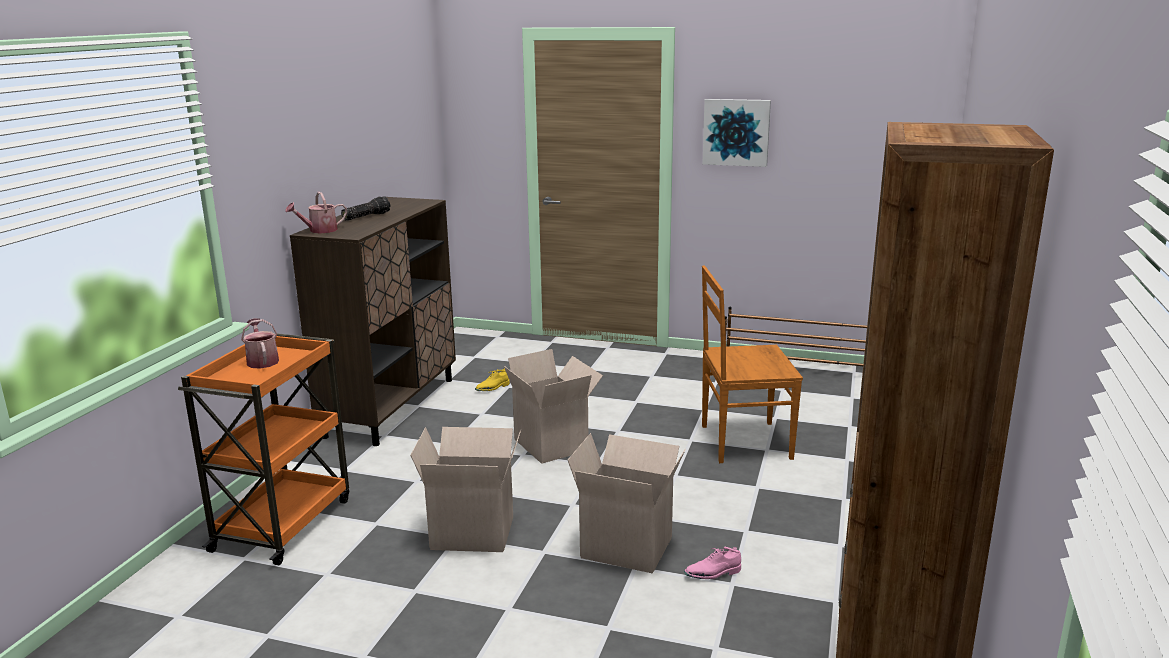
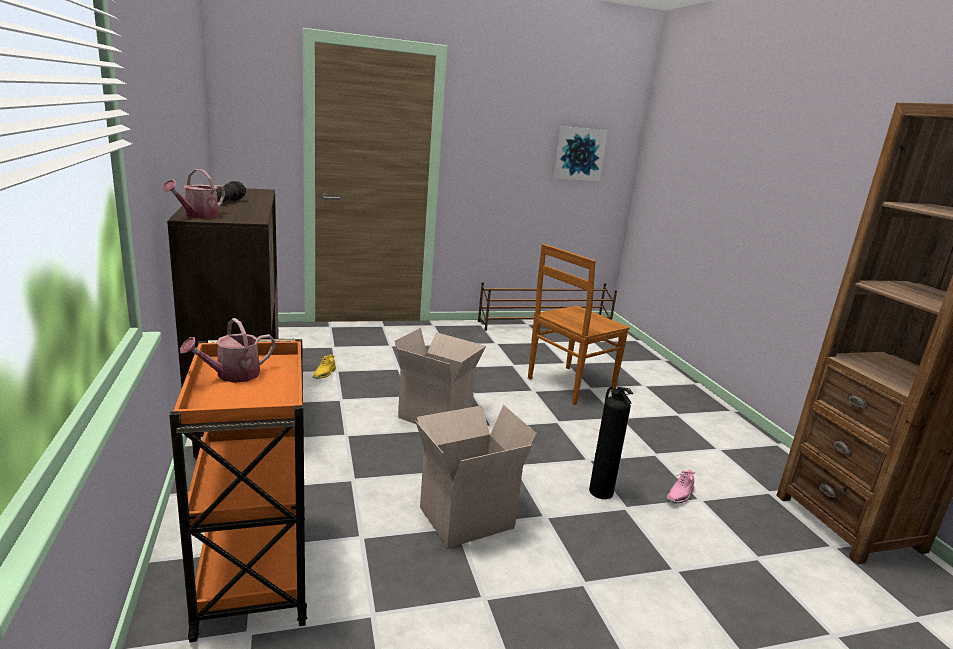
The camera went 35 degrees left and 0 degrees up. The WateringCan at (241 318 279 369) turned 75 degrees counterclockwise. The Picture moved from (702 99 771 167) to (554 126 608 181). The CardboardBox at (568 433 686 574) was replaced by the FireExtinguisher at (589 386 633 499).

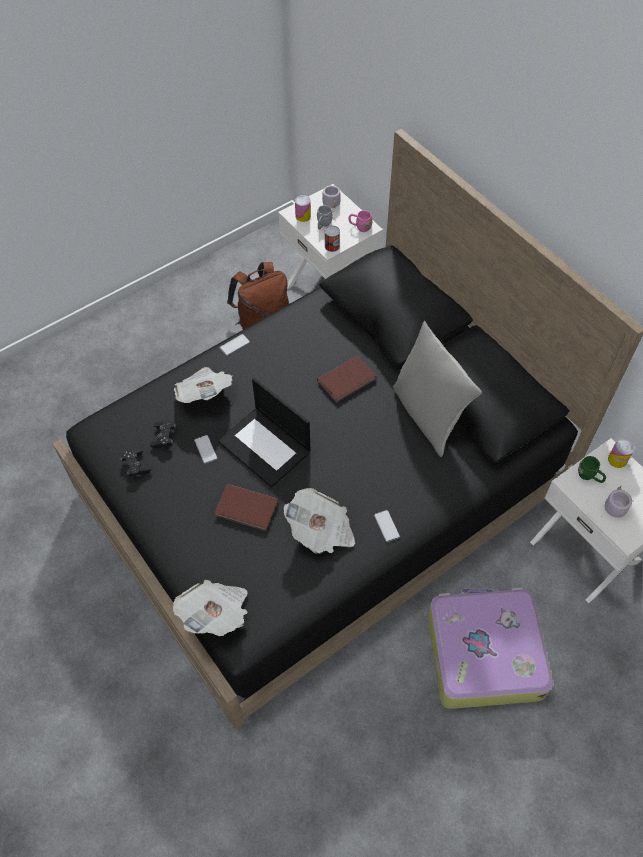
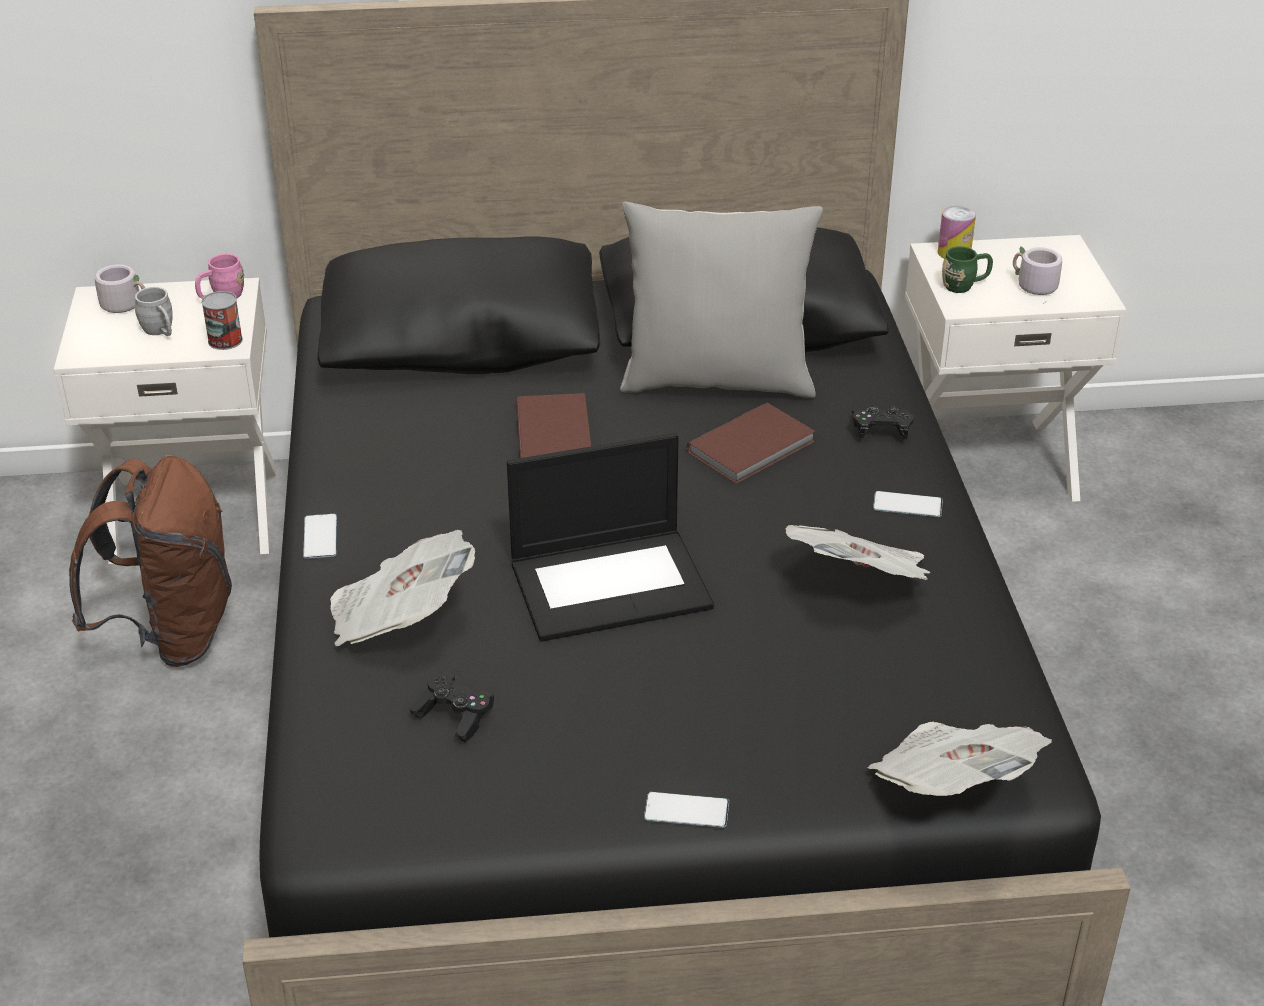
The camera went 60 degrees left and 20 degrees down. The Phone moved from (194 435 217 464) to (644 792 729 828). The BrownBook moved from (214 484 278 531) to (687 403 815 484). The BlackGameController moved from (120 449 151 477) to (852 406 914 439). The Can at (295 195 311 222) disappeared. The Suitcase at (428 587 553 709) disappeared.

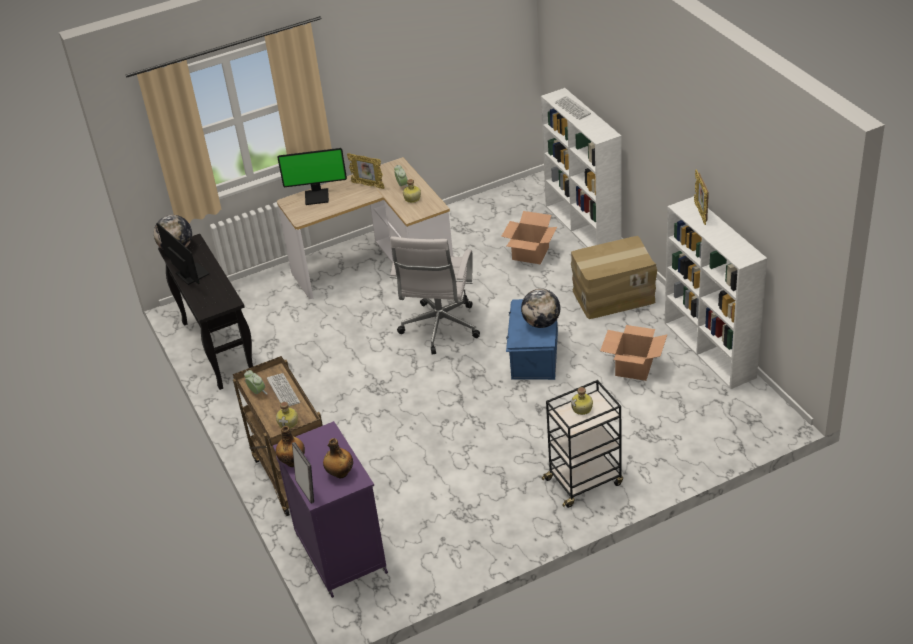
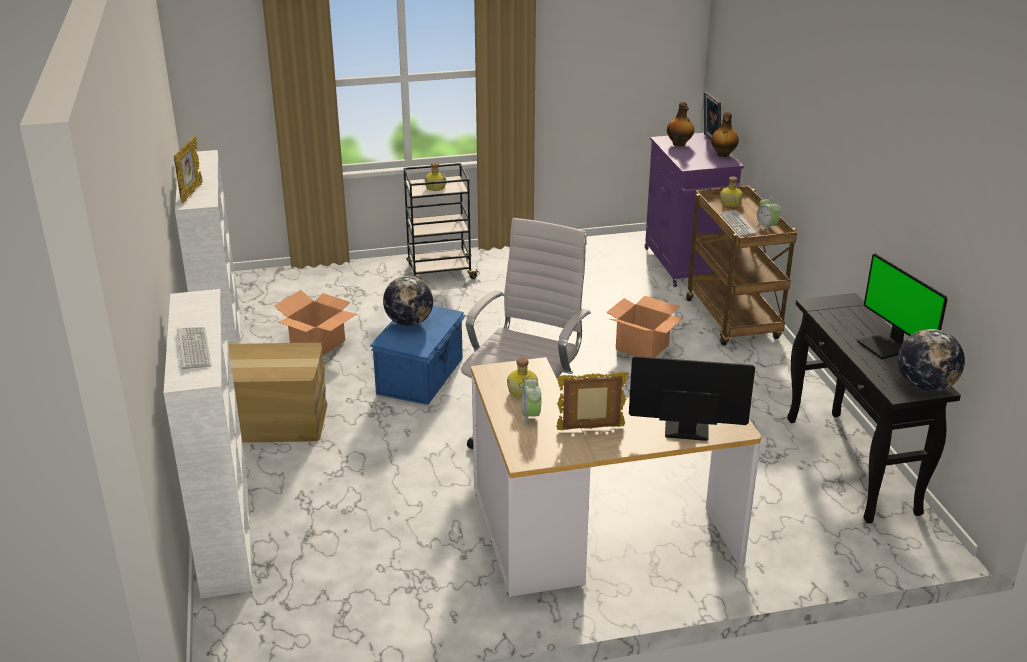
The camera went 170 degrees left and 10 degrees down. The PictureFrame at (347 153 384 189) turned 45 degrees counterclockwise. The CardboardBox moved from (501 211 557 264) to (606 296 683 358).

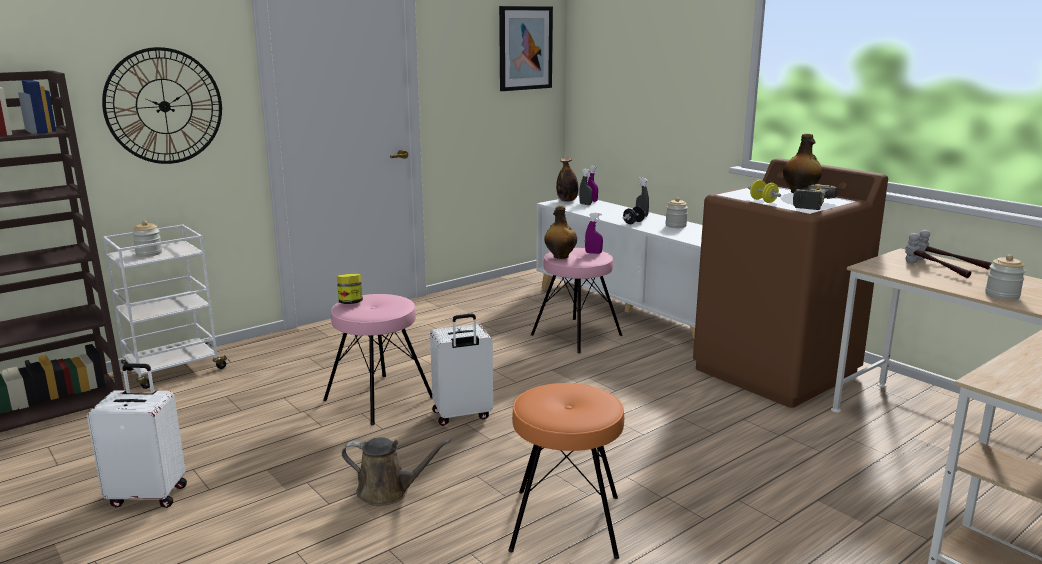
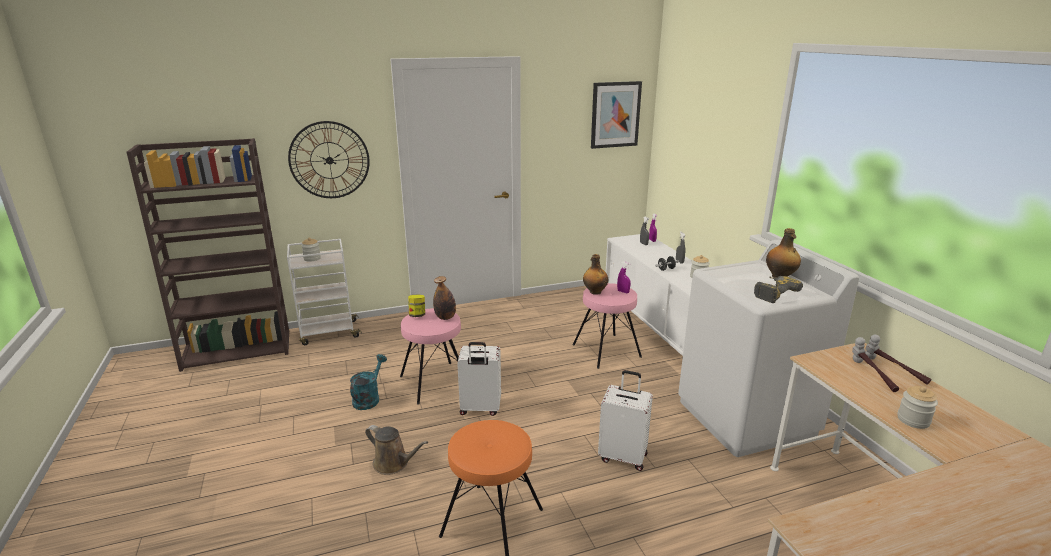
The camera went 20 degrees right and 5 degrees up. The TurquoiseWateringCan at (350 354 387 410) appeared. The Bottle moved from (556 157 578 202) to (433 276 456 320). The WhiteSuitcase moved from (87 364 187 508) to (598 370 653 471). The BrownWashingMachine at (693 158 888 408) became the WhiteWashingMachine at (678 240 859 457). The YellowDumbbell at (748 180 781 203) disappeared.

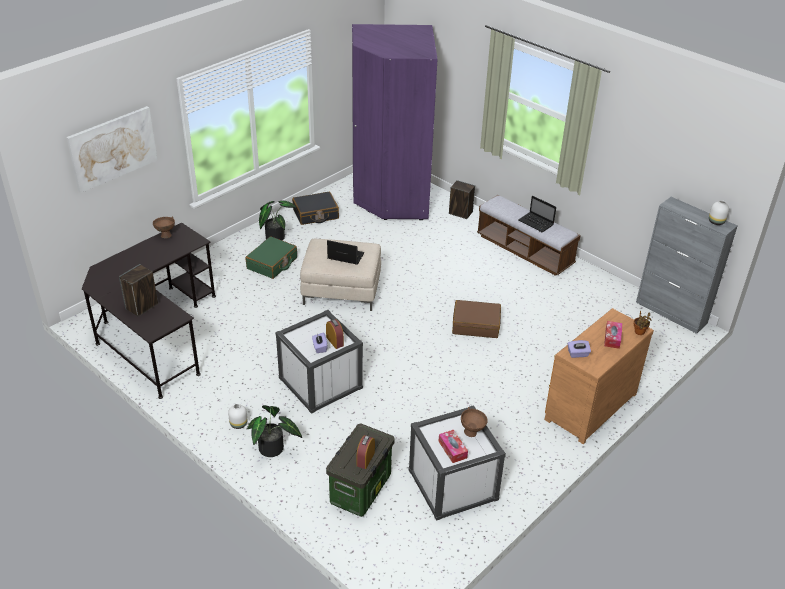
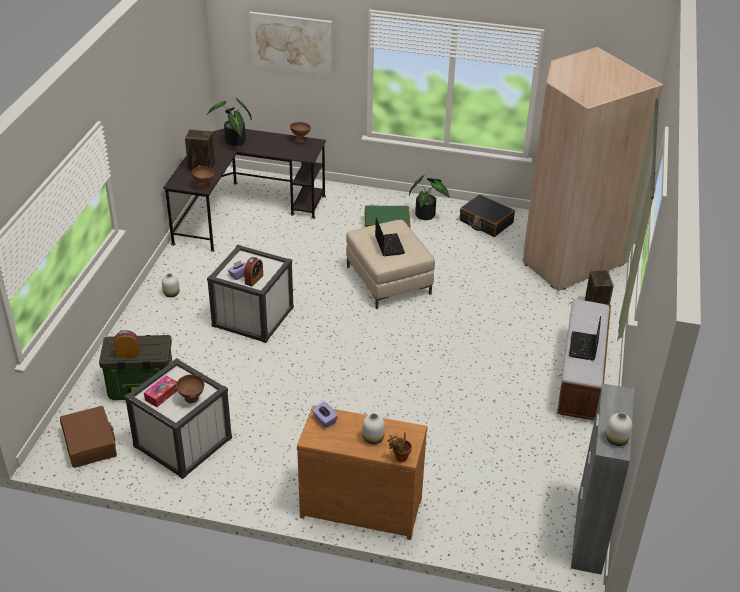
The camera went 60 degrees right and 0 degrees up. The BrownSuitcase moved from (452 300 501 338) to (60 406 117 468). The BrownBowl at (192 165 214 189) appeared. The PottedPlant moved from (247 405 302 457) to (207 98 252 146). The TissueBox at (604 321 622 349) was replaced by the WhiteVase at (362 413 385 444). The PurpleWardrobe at (352 24 437 220) became the BeigeWardrobe at (523 47 663 291).

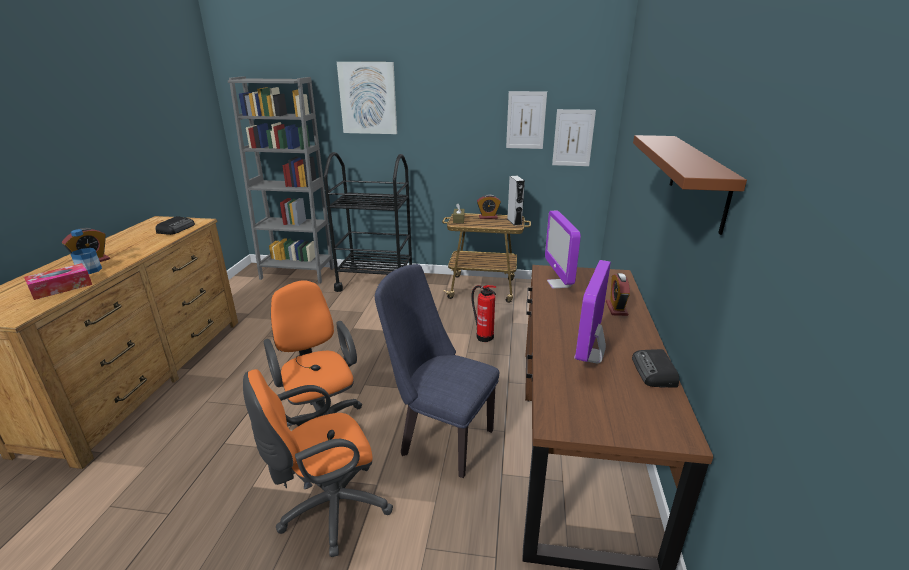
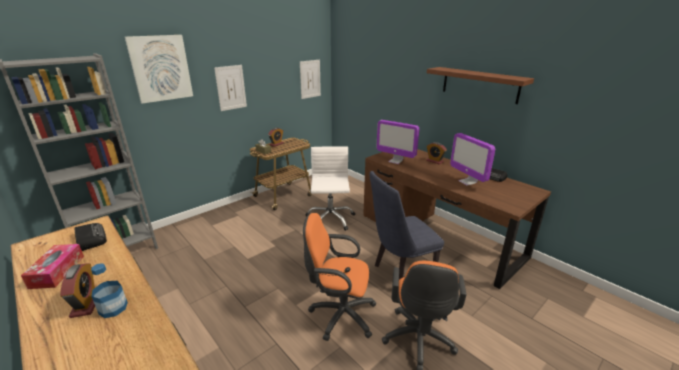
The camera went 50 degrees left and 0 degrees up. The TissueBox moved from (24 263 92 300) to (21 244 84 289). The Picture moved from (506 91 547 149) to (214 65 247 111). The FireExtinguisher at (471 285 496 342) was replaced by the WhiteOfficeChair at (305 146 355 231). The BlackCart at (324 152 412 292) disappeared. The GreySpeaker at (507 176 525 226) disappeared.

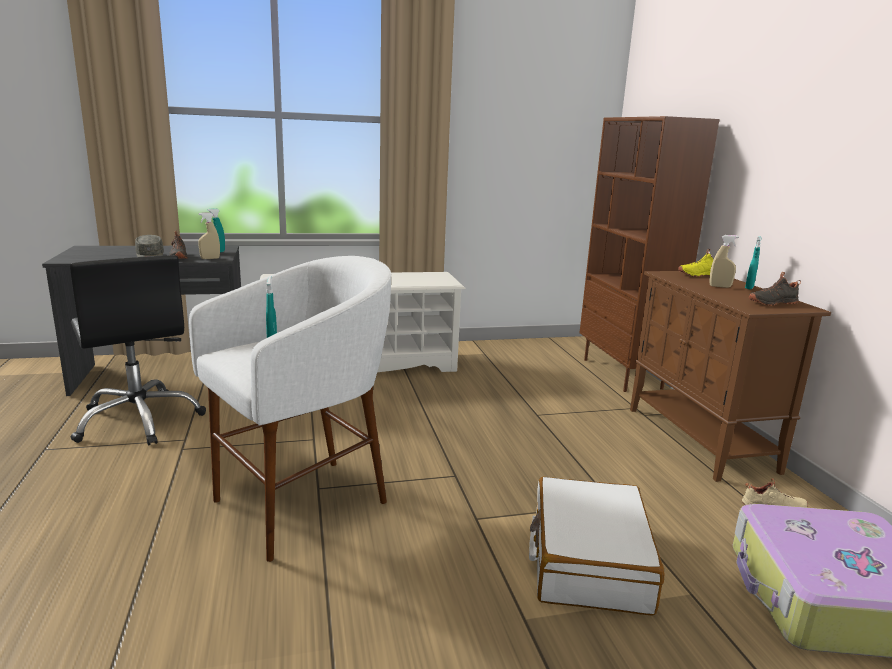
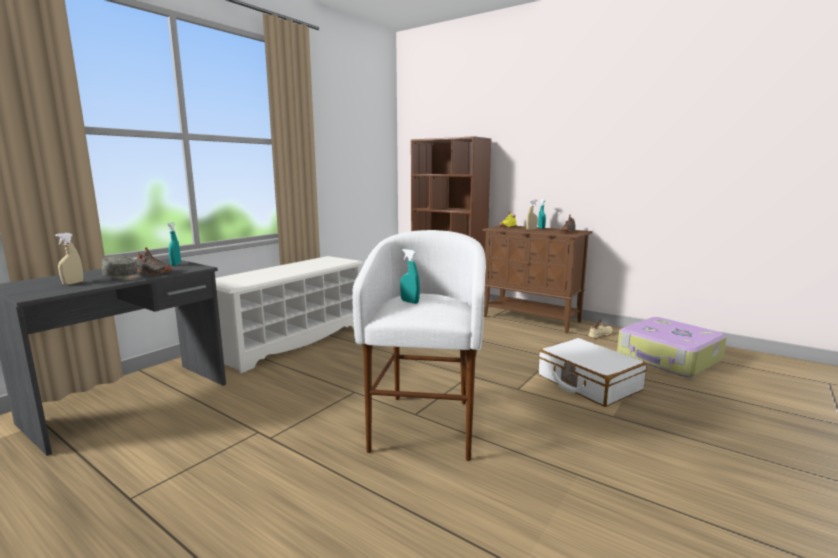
The camera went 40 degrees left and 5 degrees down. The BeigeSprayBottle moved from (198 213 220 259) to (55 233 83 285). The BlackOfficeChair at (70 255 206 445) disappeared.

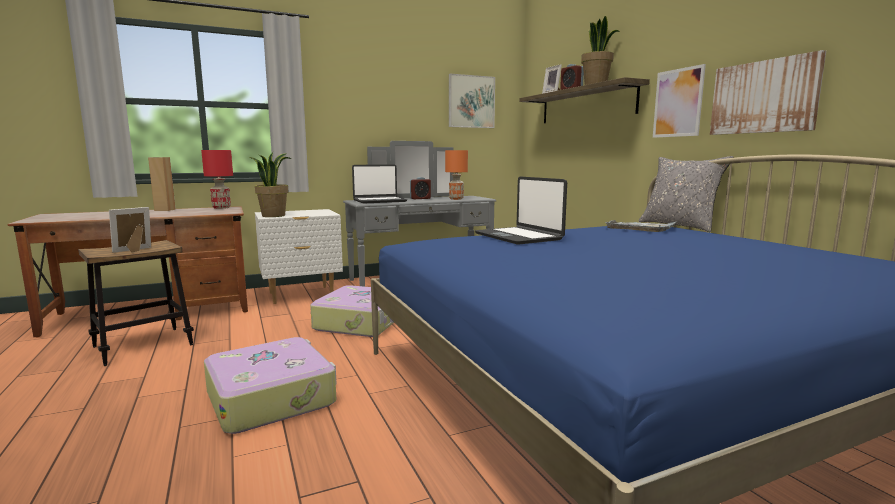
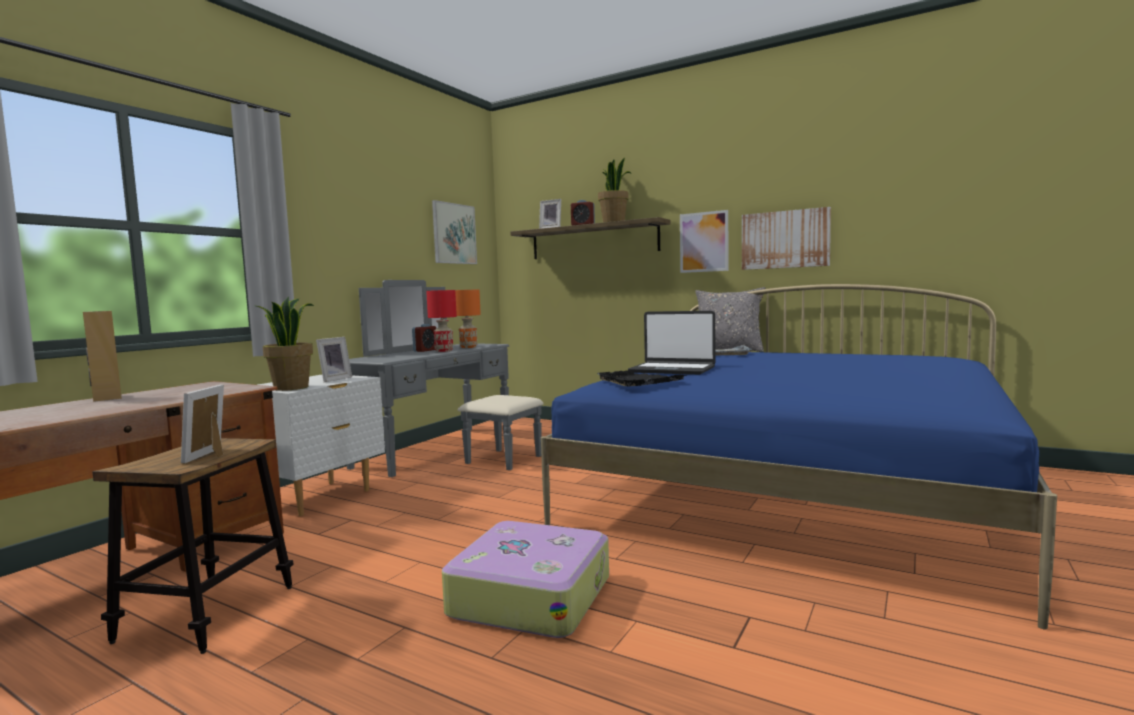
The camera went 35 degrees left and 5 degrees down. The PictureFrame at (316 337 352 382) appeared. The RedTableLamp moved from (201 150 233 209) to (426 290 457 352). The BlackTray at (597 370 687 386) appeared. The Suitcase at (310 285 394 337) disappeared. The Laptop at (352 164 407 204) disappeared.

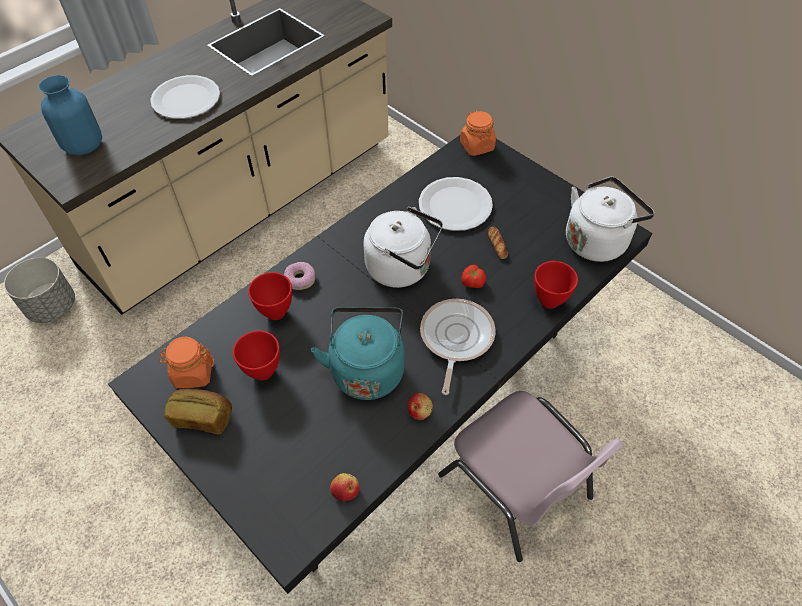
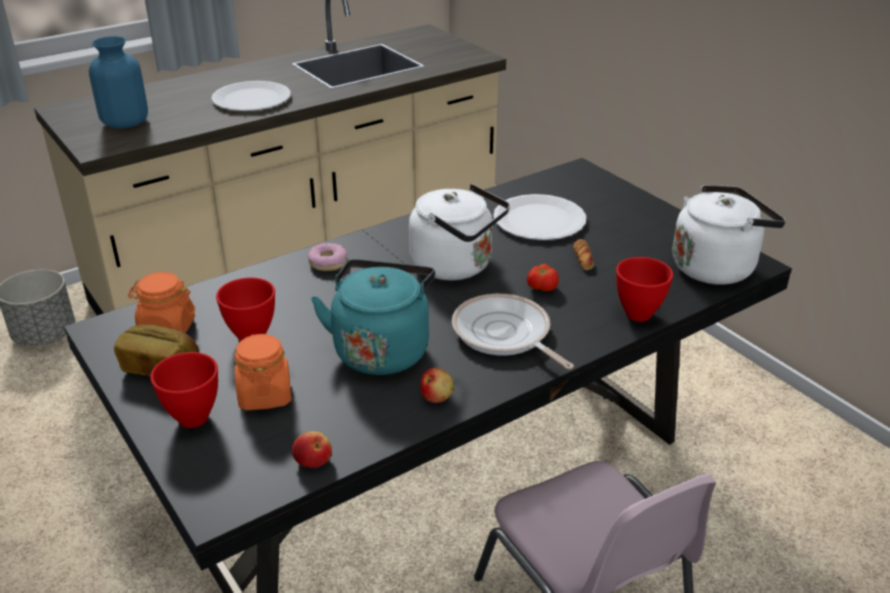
The camera went 10 degrees right and 20 degrees down. The RedBowl moved from (248 272 292 320) to (150 352 218 428). The OrangeJar moved from (460 111 496 156) to (234 333 291 410). The FryingPan at (420 299 496 395) turned 60 degrees counterclockwise.

